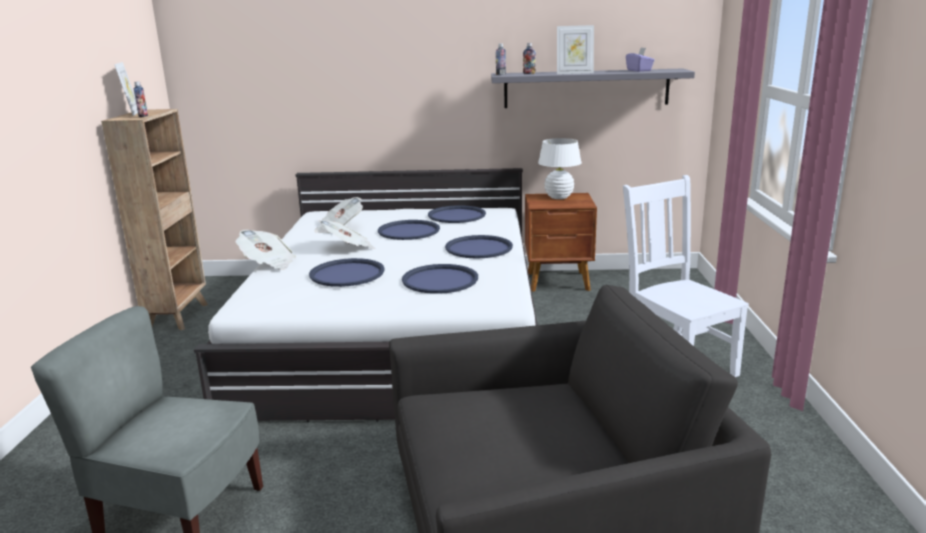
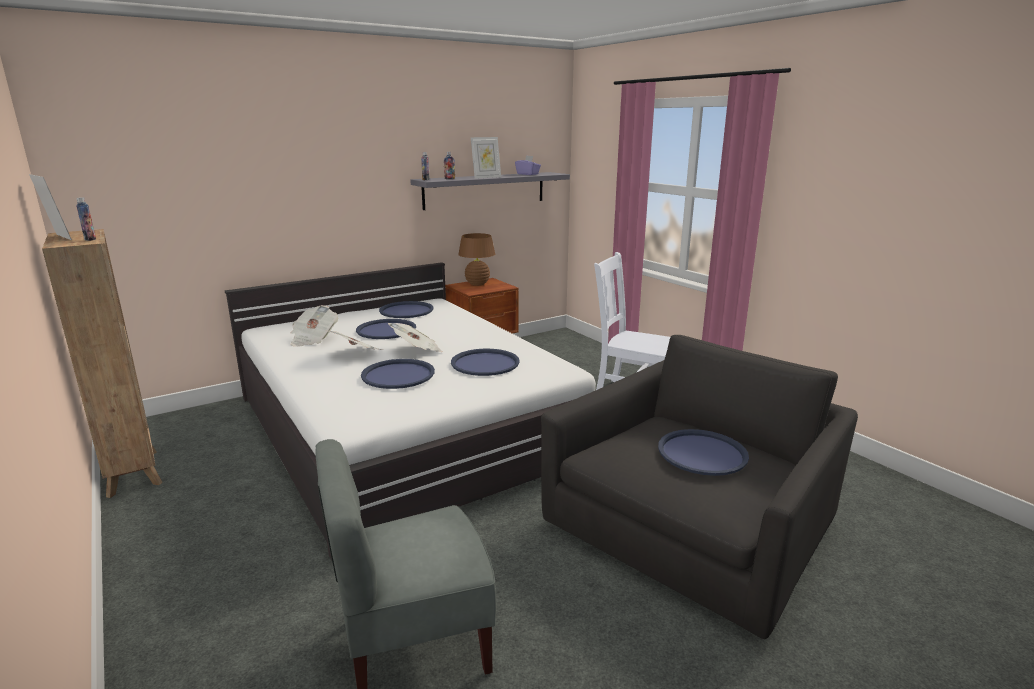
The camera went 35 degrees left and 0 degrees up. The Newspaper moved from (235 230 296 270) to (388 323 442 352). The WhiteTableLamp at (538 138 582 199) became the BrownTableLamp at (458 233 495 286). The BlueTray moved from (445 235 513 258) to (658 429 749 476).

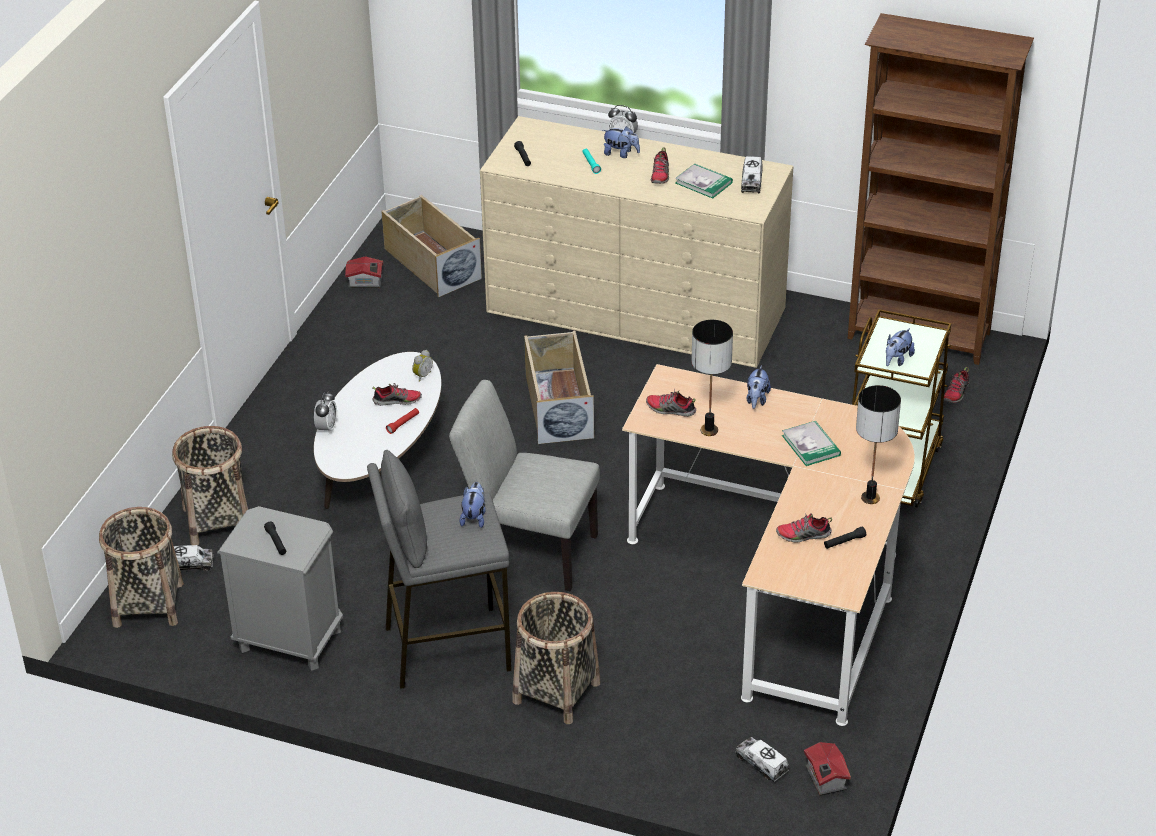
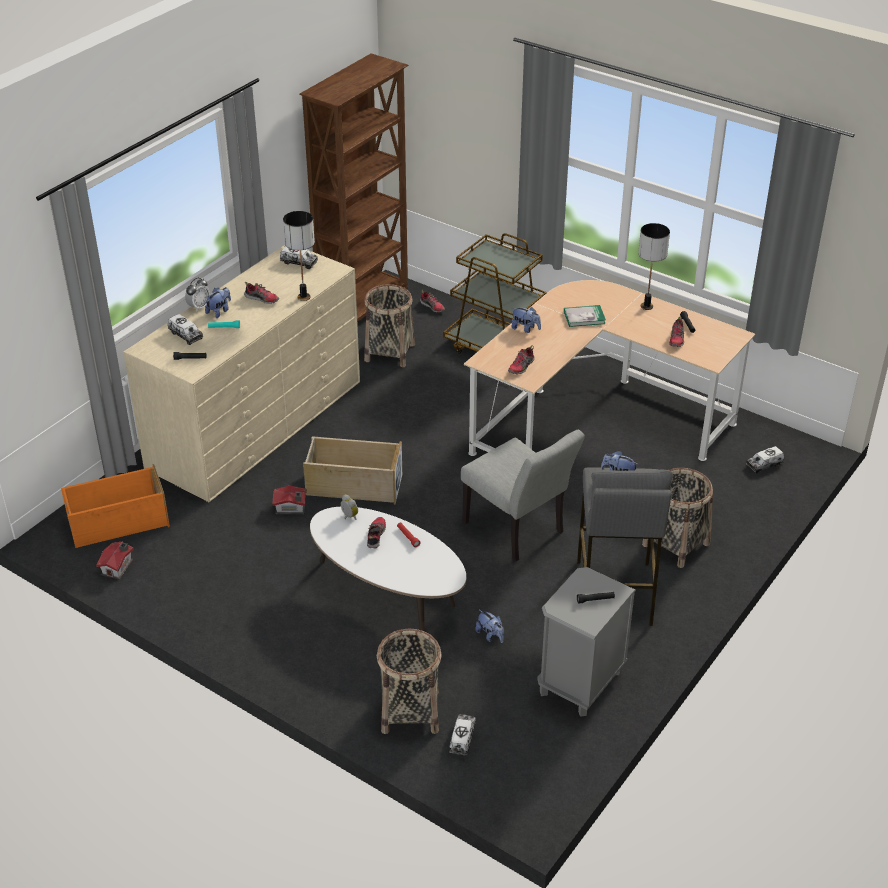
The camera went 75 degrees left and 0 degrees up. The BeigeStorageBox at (381 195 482 297) became the OrangeStorageBox at (61 464 170 548). The ToyTruck at (168 314 203 345) appeared. The ToyHouse moved from (804 742 851 796) to (273 485 307 514). The TableLamp moved from (691 320 733 436) to (283 211 315 301). The Basket moved from (99 507 184 628) to (364 284 415 367). The GreyChair at (449 380 600 591) turned 75 degrees counterclockwise. The PlushToy moved from (886 328 915 366) to (475 610 504 643). The AlarmClock at (314 392 337 435) disappeared. The Book at (675 164 733 198) disappeared.

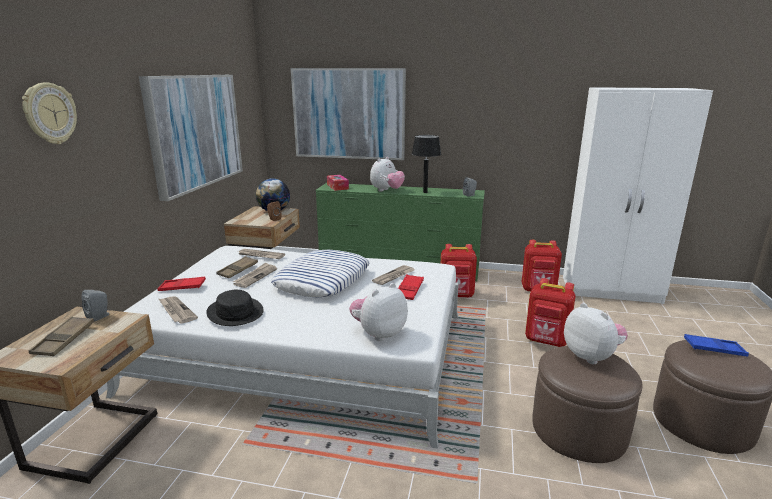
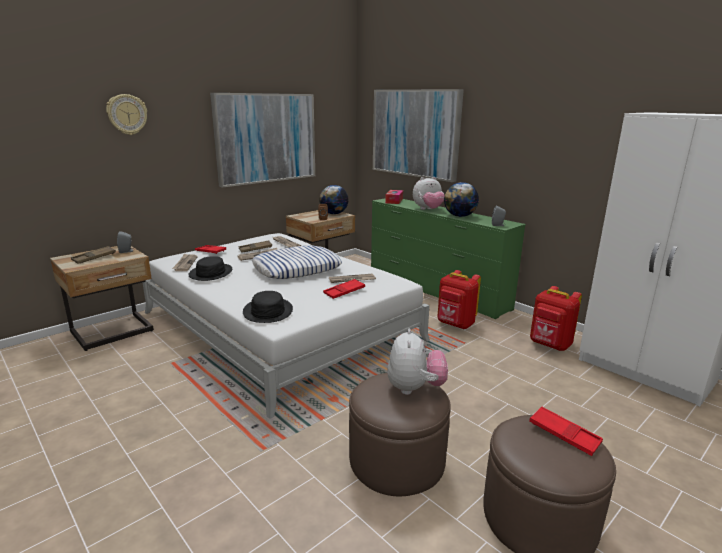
The camera went 35 degrees right and 0 degrees up. The PlushToy at (349 283 408 341) was replaced by the BlackHat at (243 291 293 323). The BlackTableLamp at (412 135 441 193) was replaced by the Globe at (444 182 479 217). The BlueTray at (684 334 749 357) became the RedTray at (529 406 603 456). The RedBackpack at (525 278 576 347) disappeared.

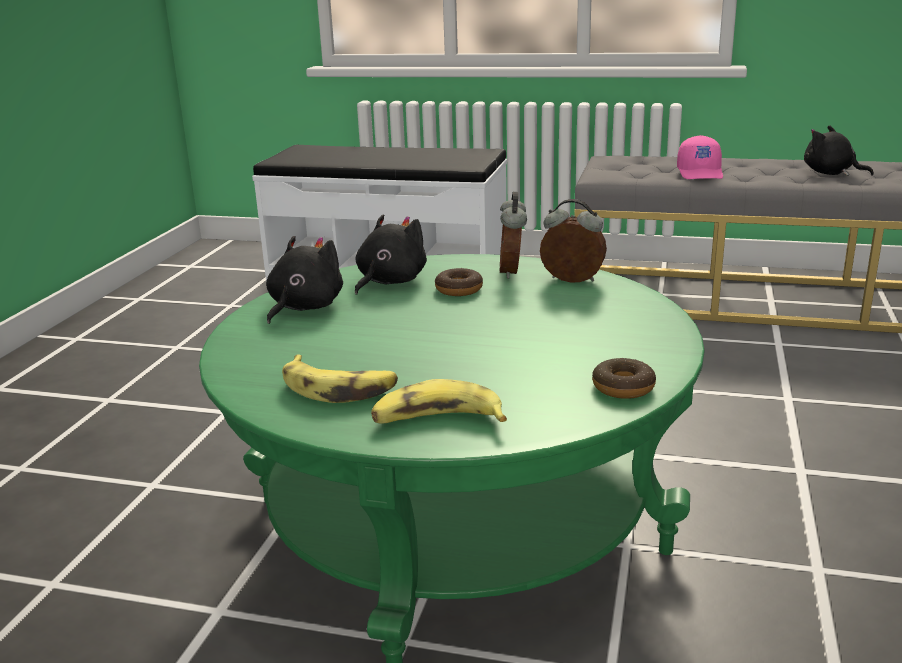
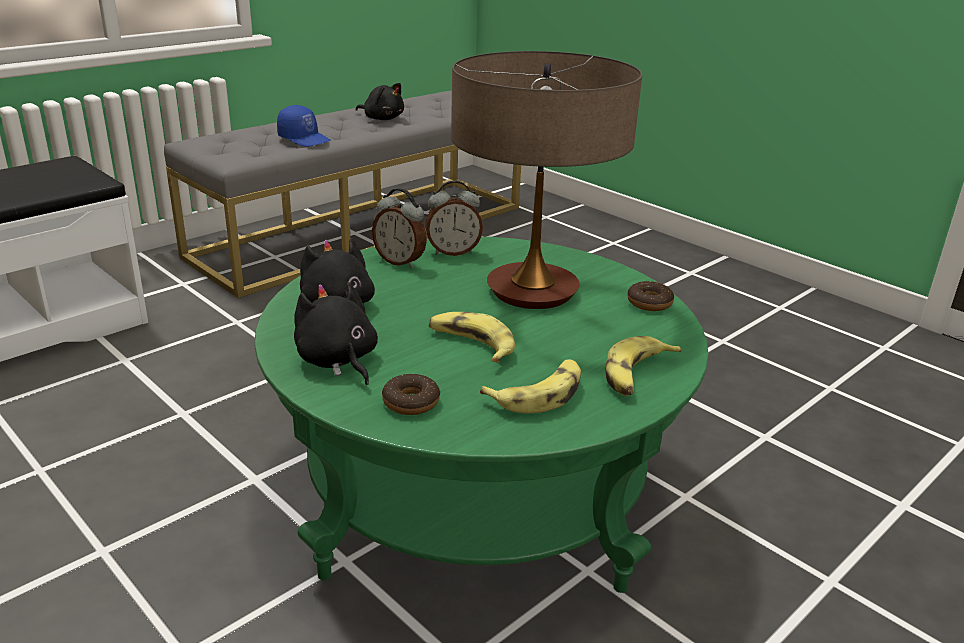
The camera went 60 degrees left and 5 degrees up. The PinkCap at (677 135 723 179) became the BlueCap at (277 105 331 147). The BlackPlushToy at (804 125 874 176) turned 135 degrees counterclockwise. The Donut moved from (435 268 483 296) to (382 374 440 415). The AlarmClock at (540 199 607 283) turned 150 degrees counterclockwise. The Banana at (429 312 515 363) appeared. The TableLamp at (451 51 642 309) appeared.

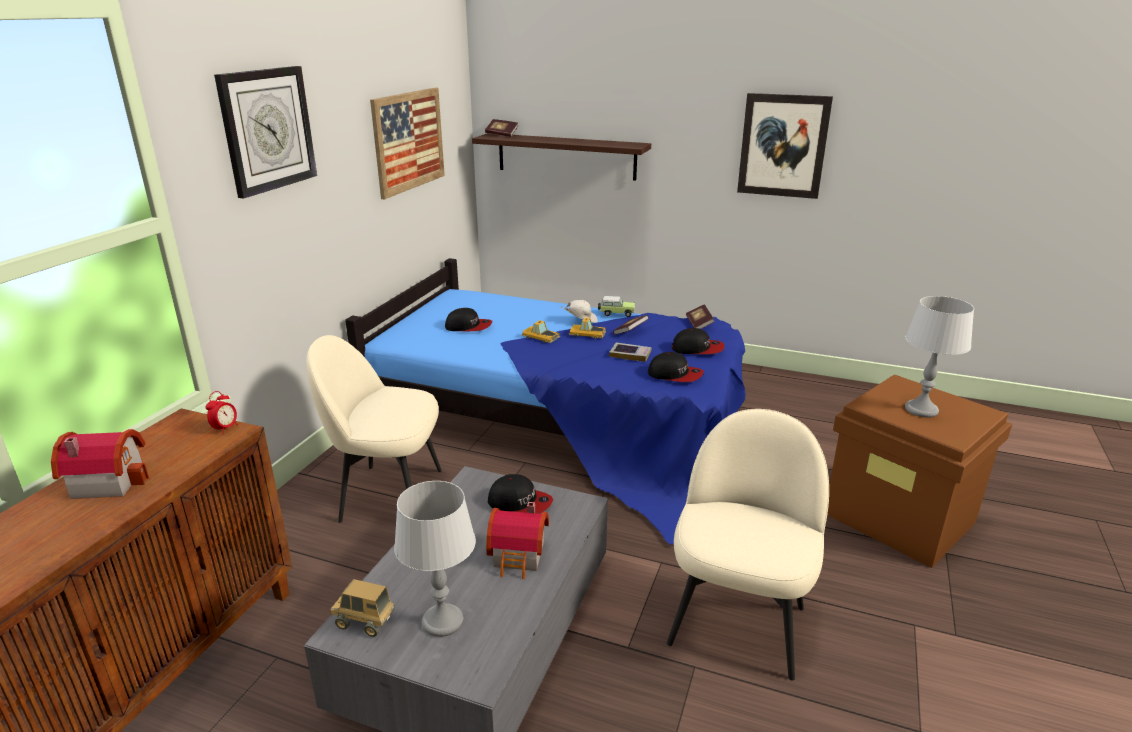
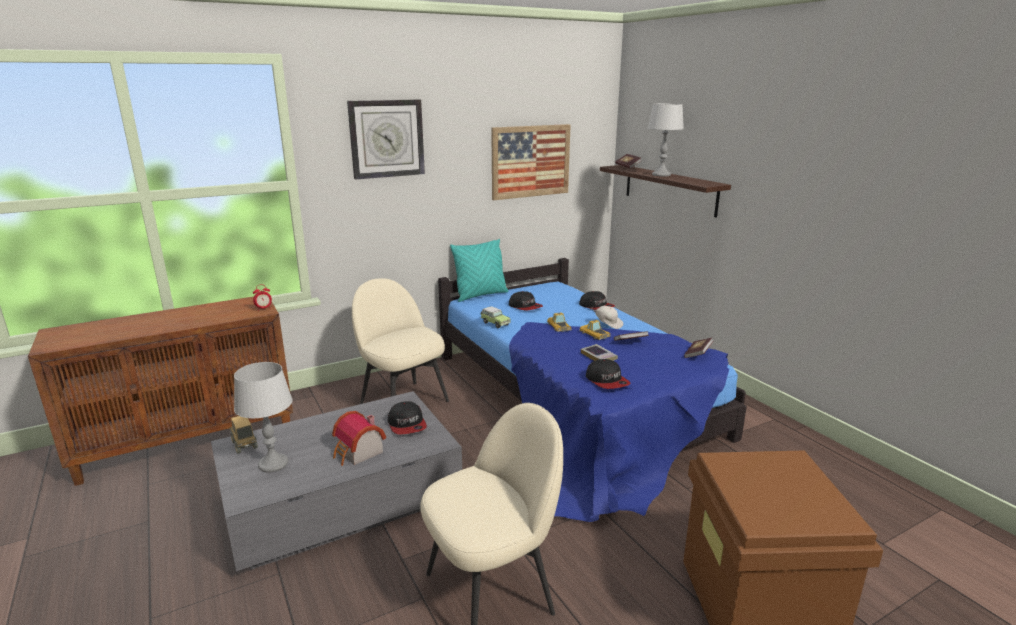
The camera went 40 degrees right and 5 degrees down. The TurquoisePillow at (450 239 508 302) appeared. The ToyCar moved from (598 296 635 317) to (481 306 511 328). The Cap moved from (672 328 724 354) to (579 291 615 310). The GreyTableLamp moved from (905 296 974 418) to (648 103 684 176). The ToyHouse at (51 429 149 499) disappeared. The Picture at (737 93 833 199) disappeared.

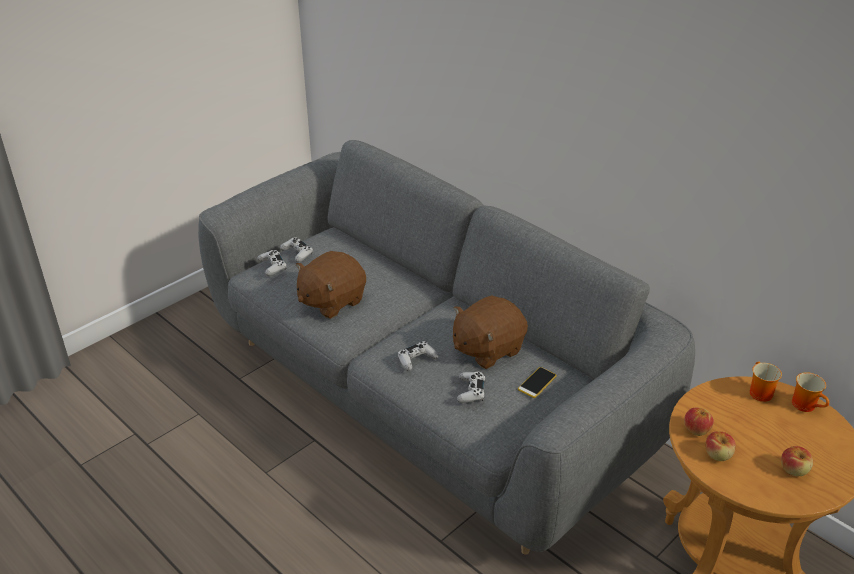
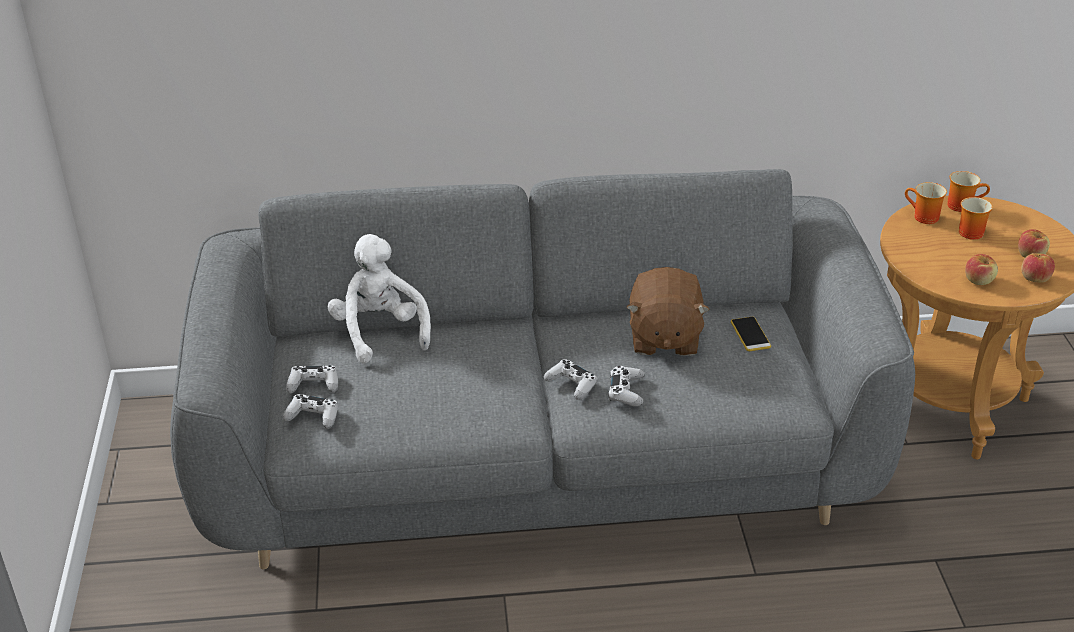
The camera went 50 degrees left and 0 degrees up. The WhitePlushToy at (328 234 431 364) appeared. The WhiteGameController moved from (457 372 486 403) to (544 359 598 400). The Mug at (959 197 993 240) appeared. The Apple moved from (684 408 714 436) to (1021 253 1055 283). The BrownPlushToy at (296 251 366 319) disappeared.

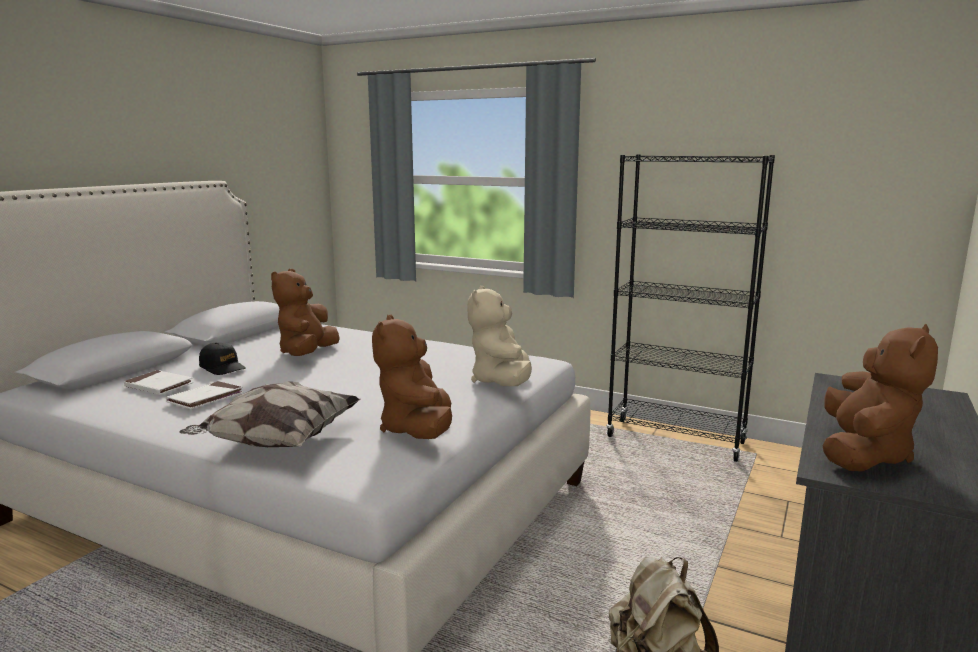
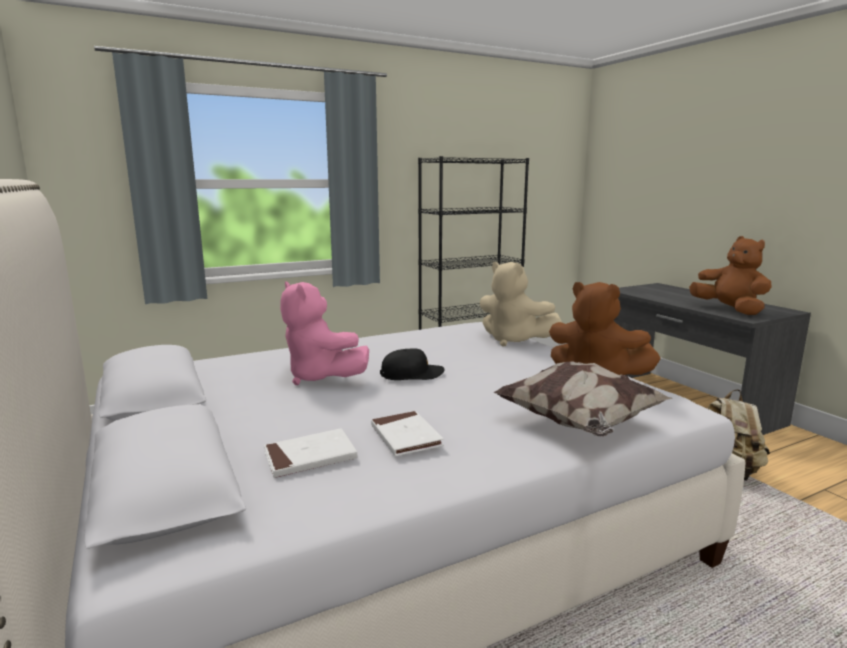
The camera went 55 degrees left and 0 degrees up. The BrownPlushToy at (271 269 340 356) became the PinkPlushToy at (280 281 369 385). The BlackCap moved from (199 342 246 375) to (380 348 445 380).

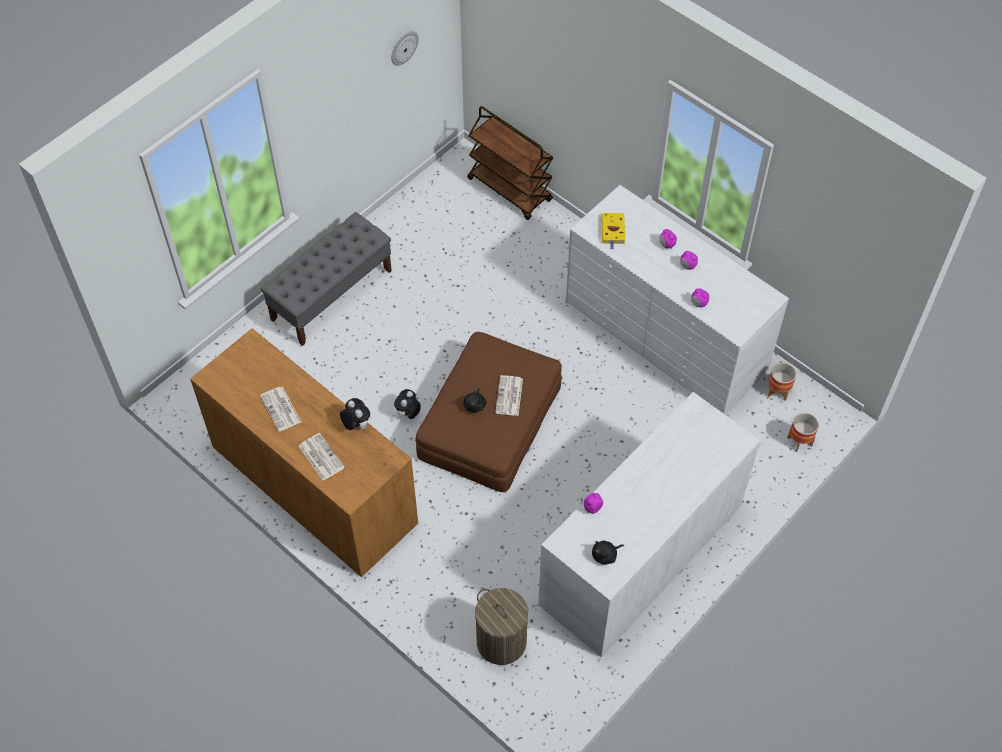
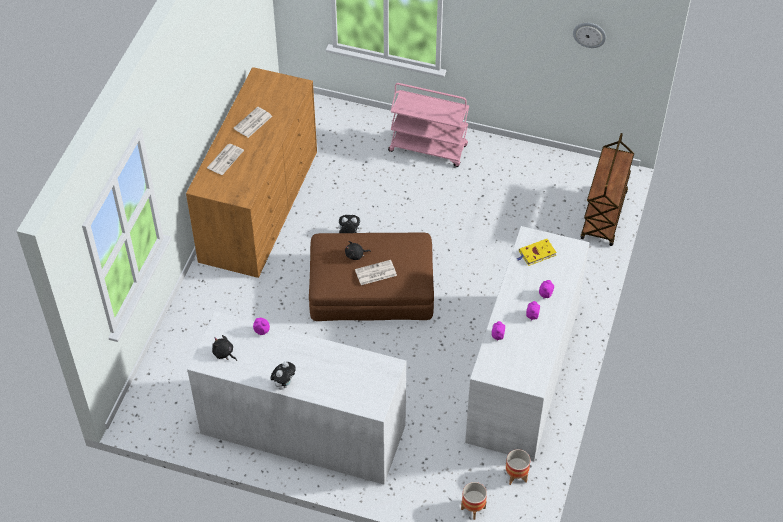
The camera went 65 degrees right and 5 degrees down. The PlushToy moved from (340 398 370 430) to (270 362 296 390). The GreyBench at (261 212 392 346) was replaced by the PinkCart at (388 83 469 167). The LaundryBasket at (475 588 528 665) disappeared.

